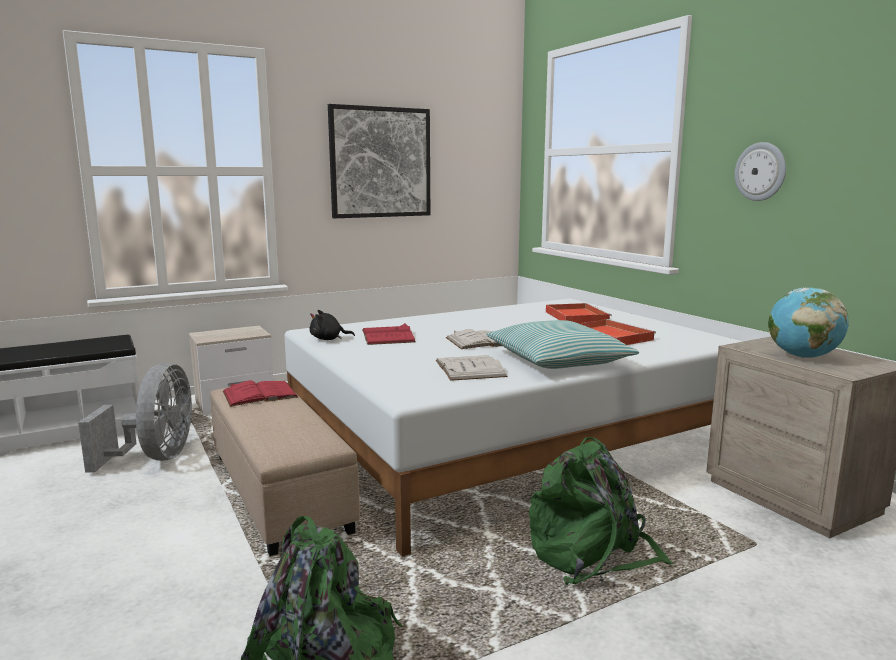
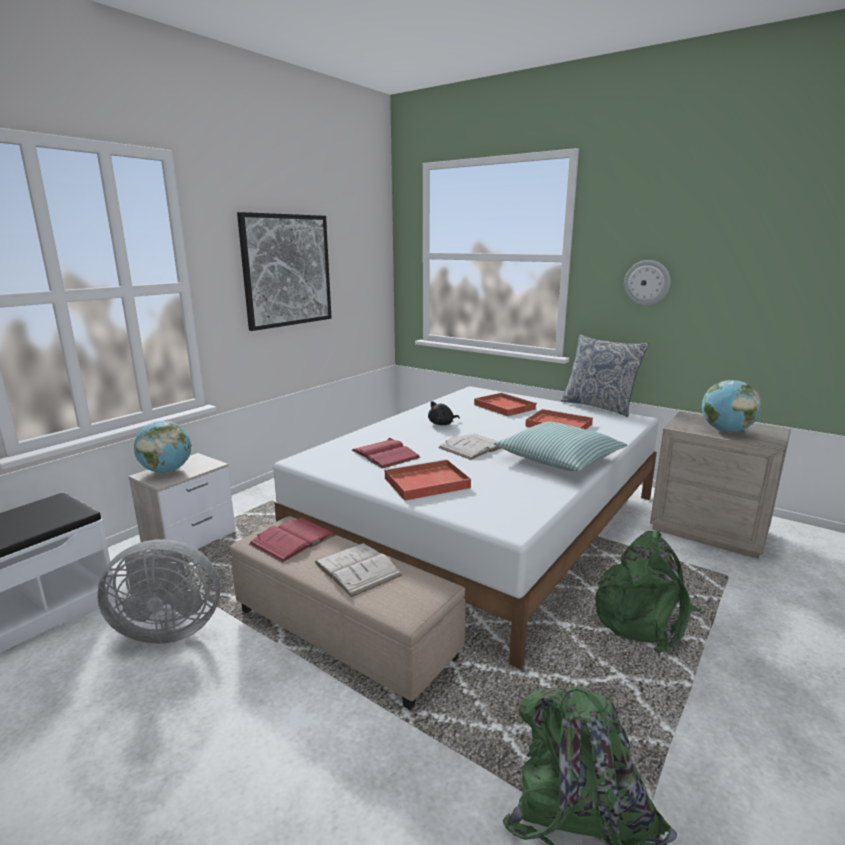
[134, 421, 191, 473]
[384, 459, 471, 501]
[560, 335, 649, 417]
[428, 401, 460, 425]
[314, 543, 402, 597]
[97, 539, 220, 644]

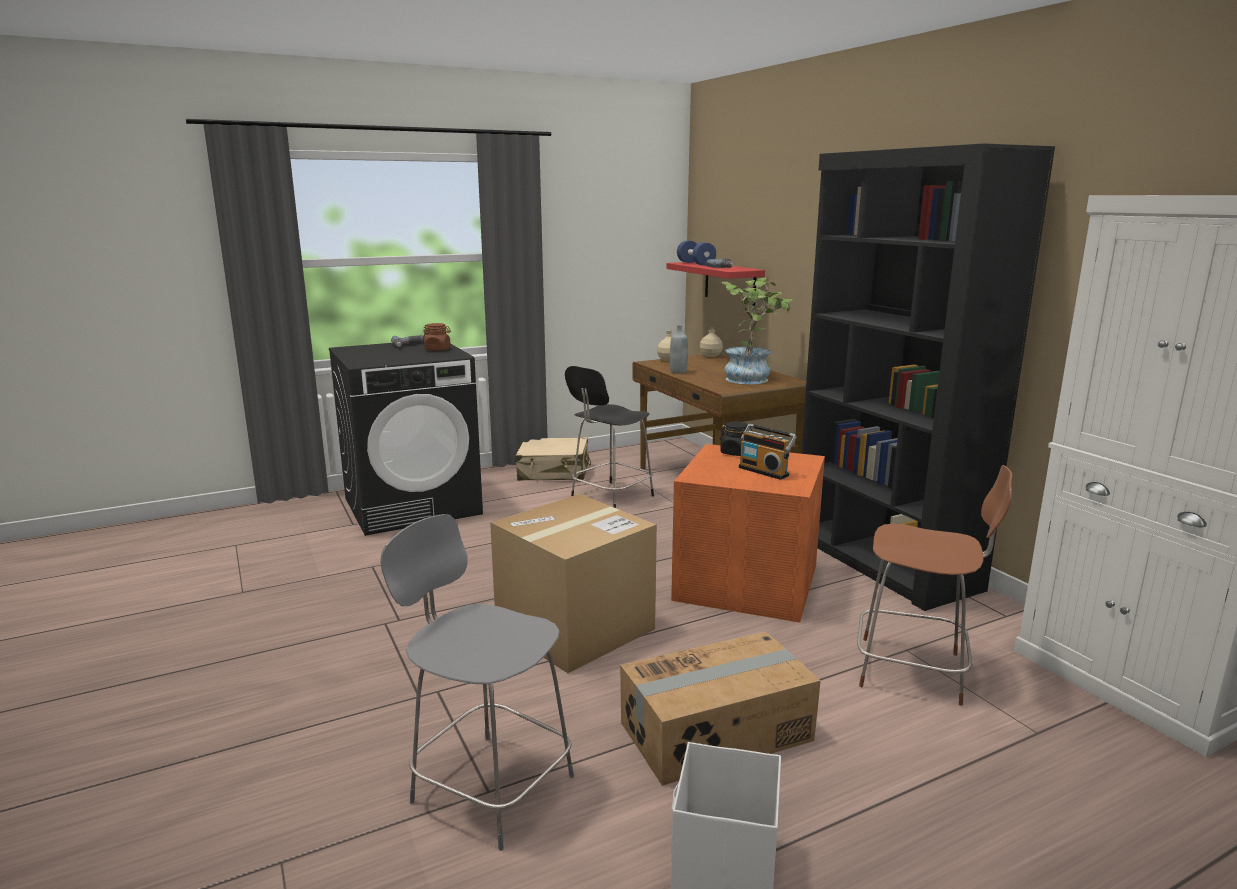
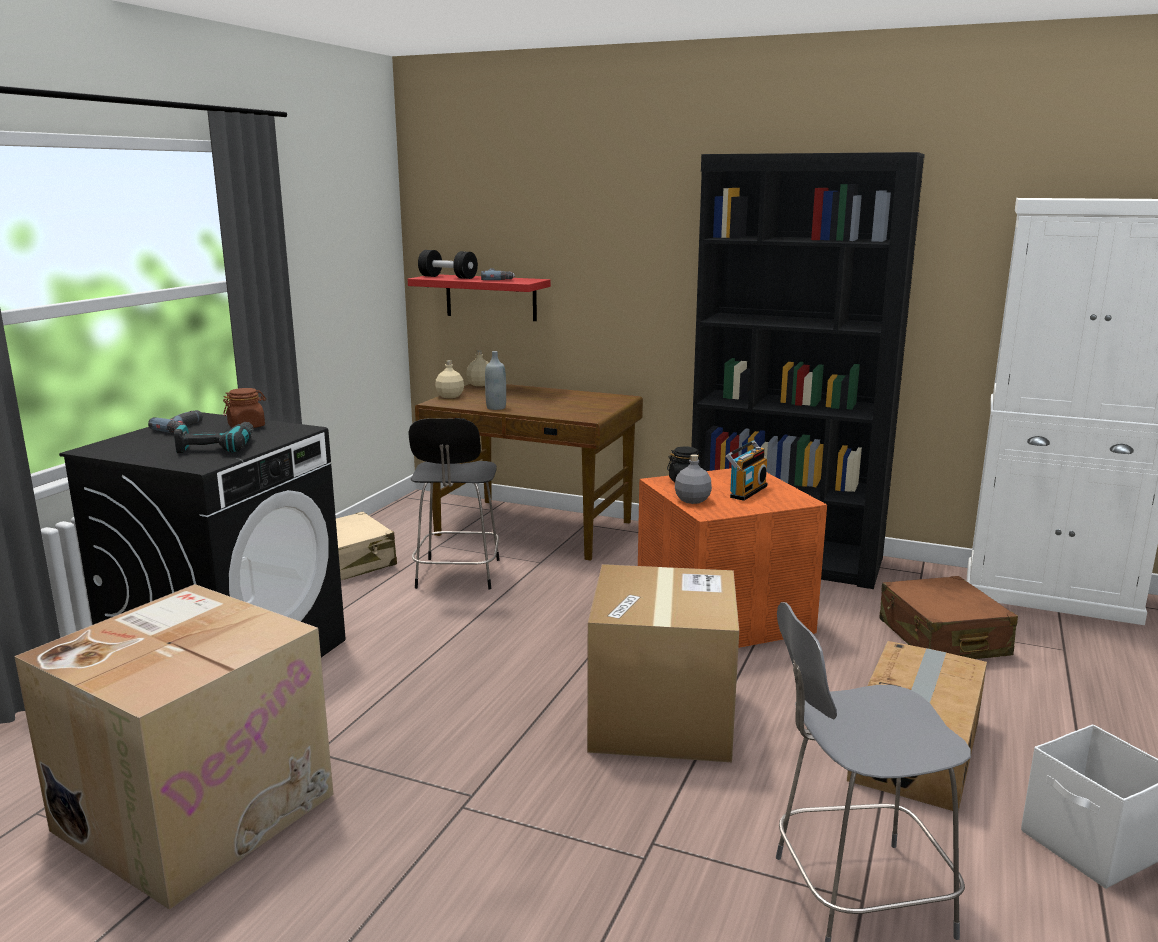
[721, 277, 793, 384] (first image)
[14, 584, 334, 910]
[174, 422, 254, 453]
[675, 454, 712, 504]
[879, 576, 1018, 659]
[418, 250, 478, 279]
[726, 440, 767, 501]

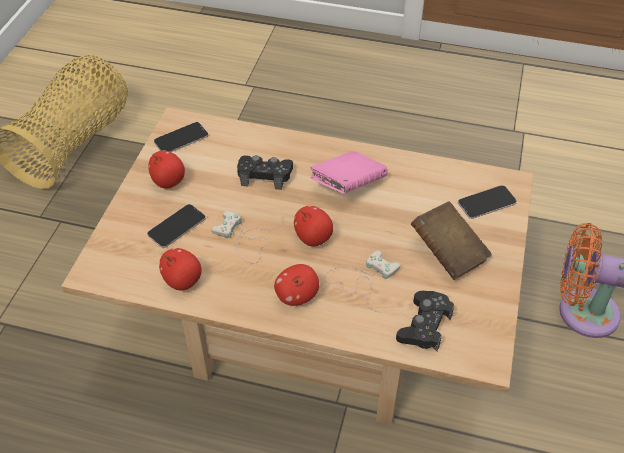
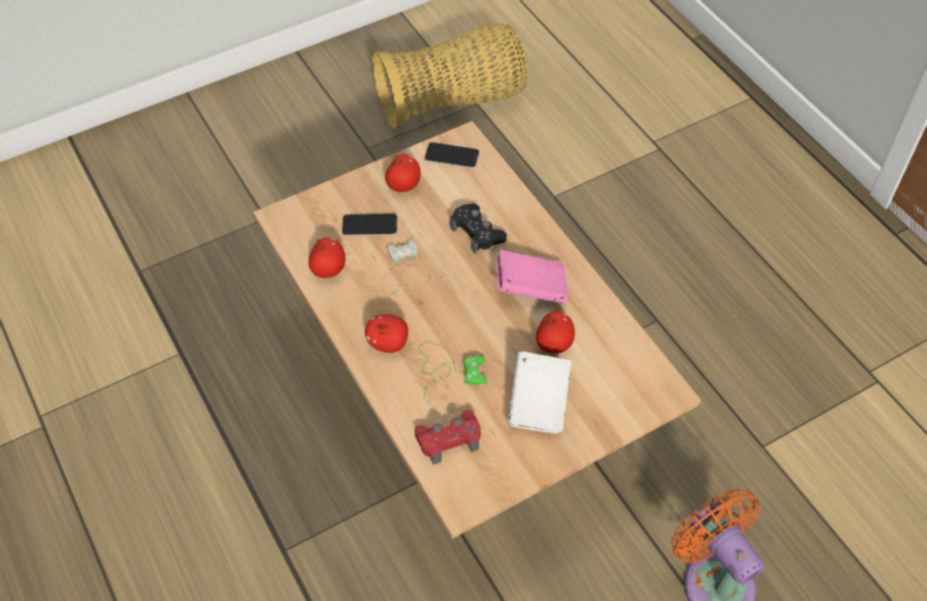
[458, 185, 517, 219] (first image)
[536, 311, 575, 354]
[418, 343, 487, 405]
[415, 410, 481, 465]
[507, 352, 571, 434]

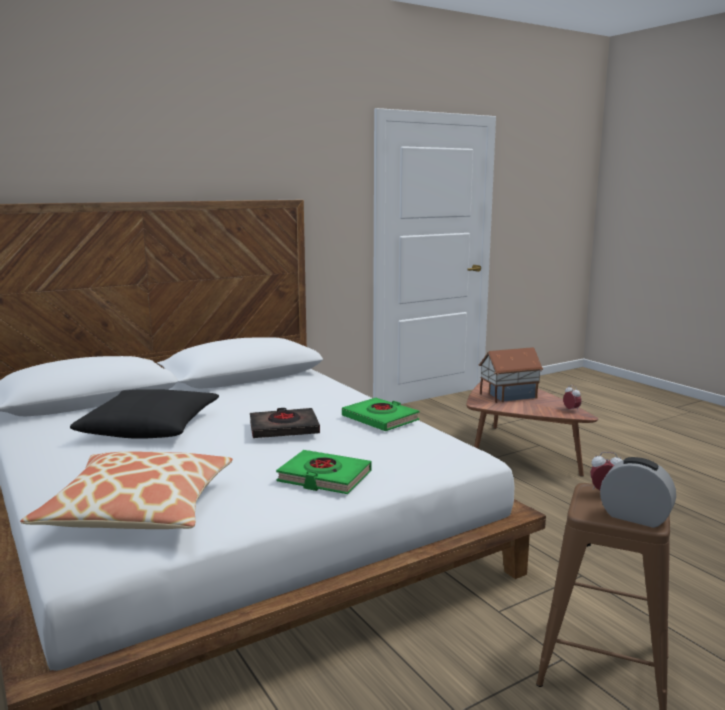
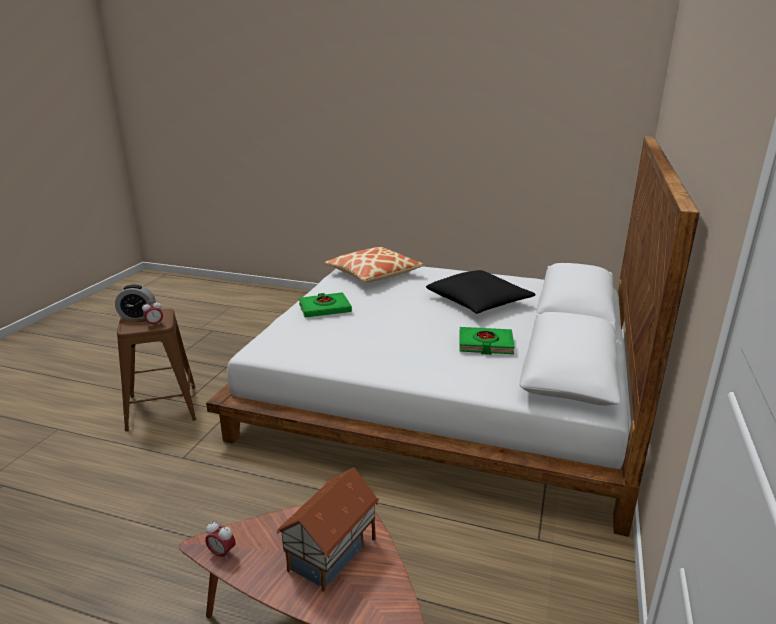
[250, 408, 320, 438] (first image)
[459, 327, 515, 355]

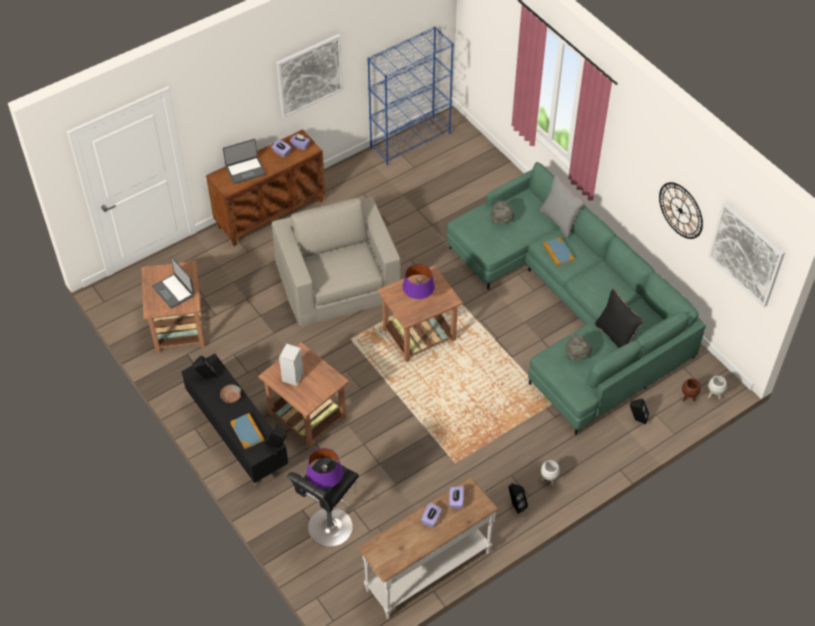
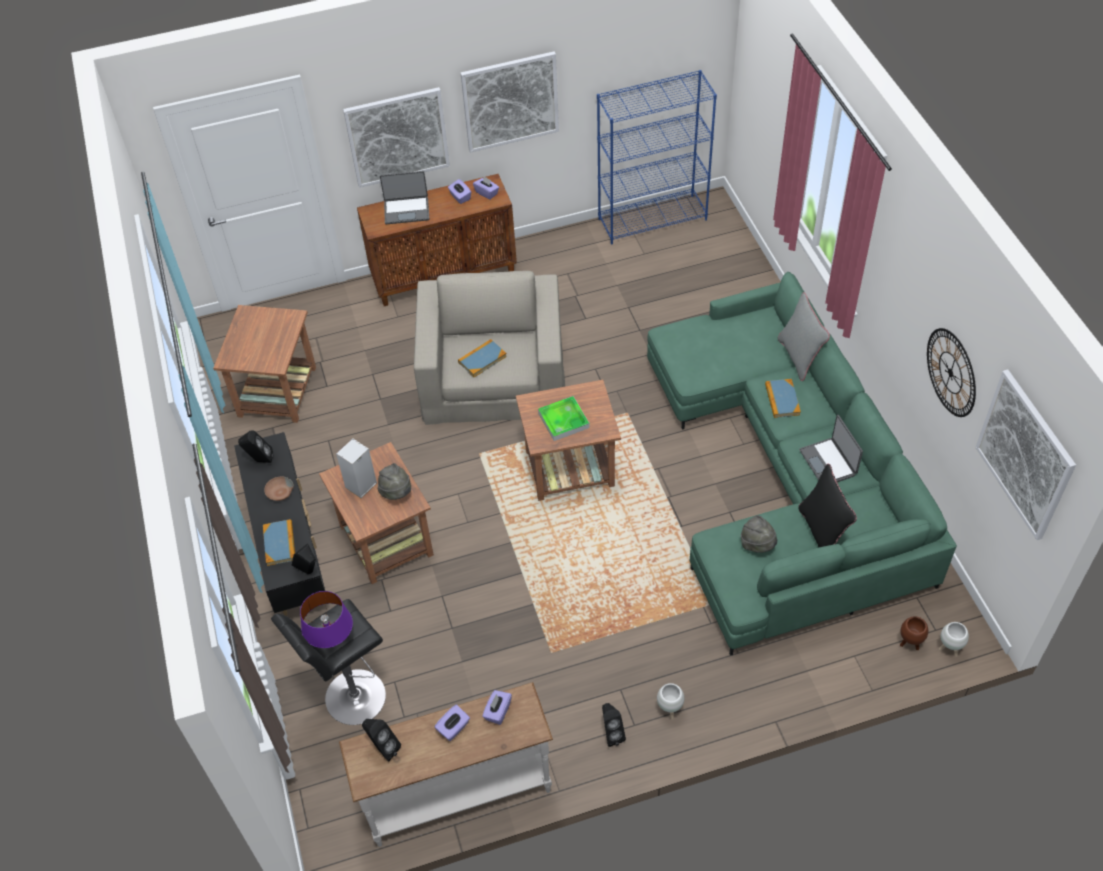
[343, 87, 450, 188]
[458, 339, 507, 377]
[799, 415, 863, 482]
[378, 463, 411, 500]
[362, 719, 401, 762]
[538, 396, 590, 441]

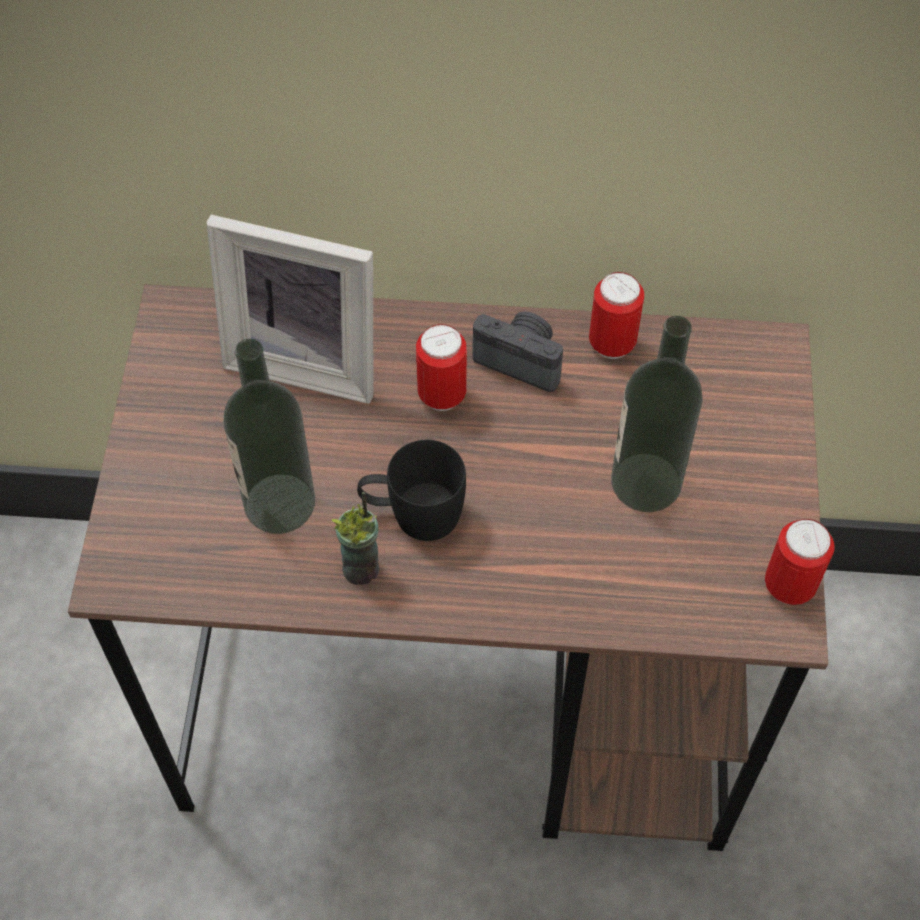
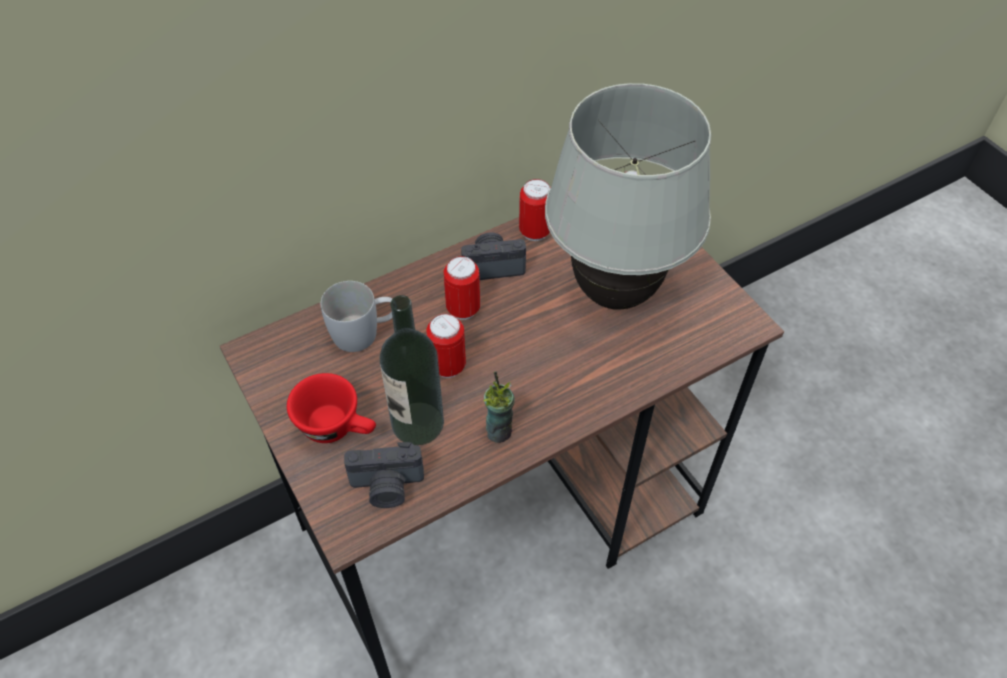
[357, 440, 466, 541] (first image)
[287, 373, 376, 443]
[344, 442, 424, 508]
[426, 314, 466, 378]
[321, 281, 393, 352]
[545, 83, 711, 310]

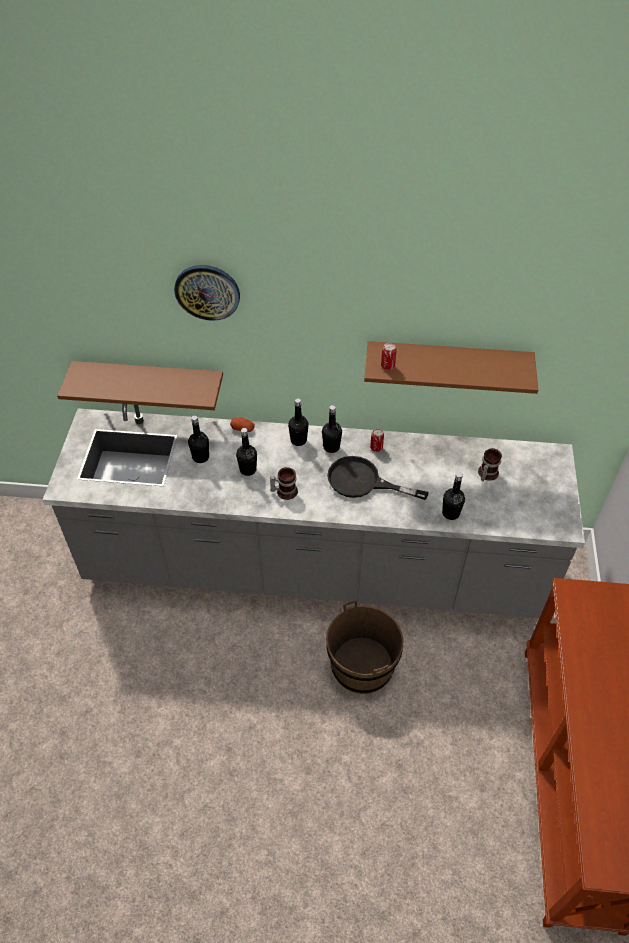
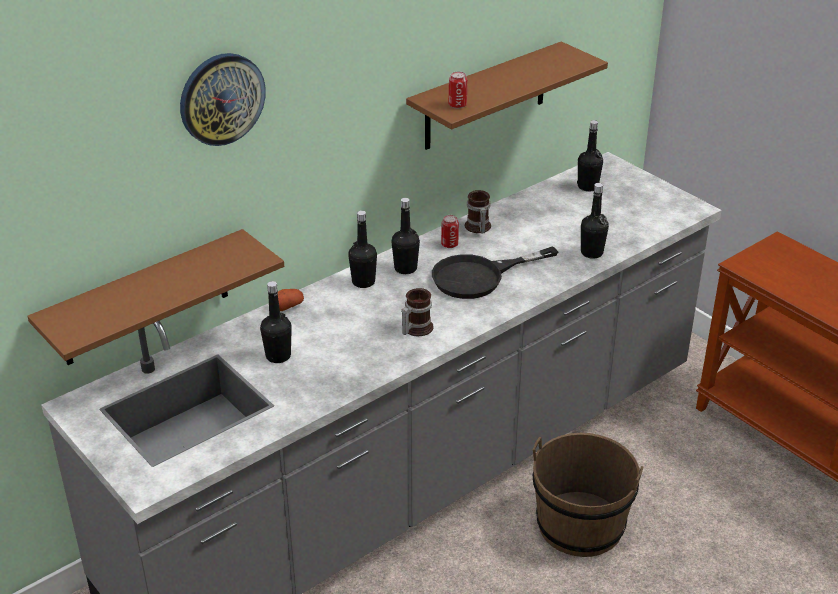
[577, 120, 603, 192]
[465, 190, 491, 233]

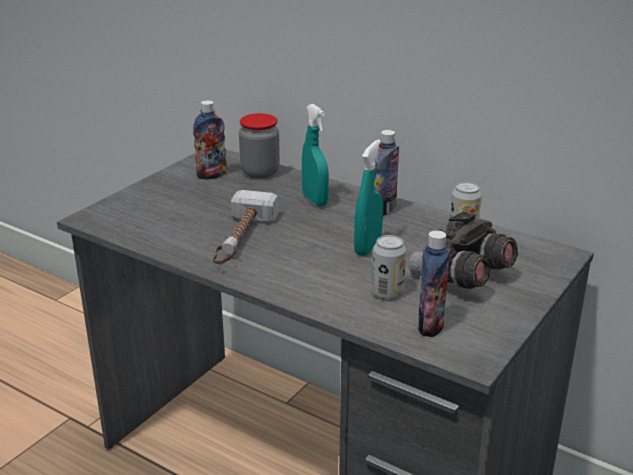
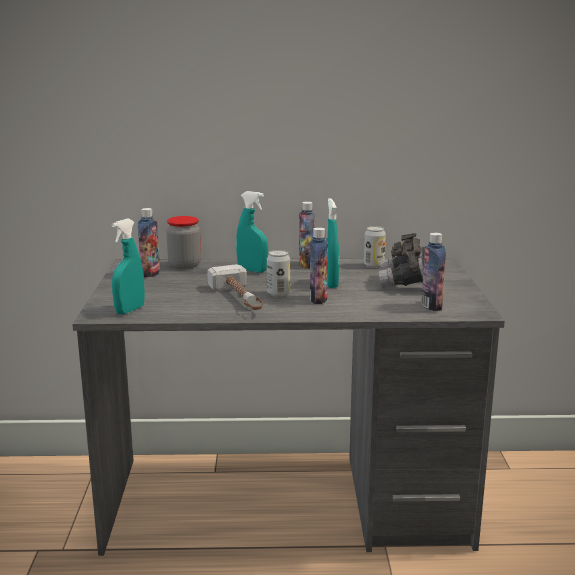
[112, 219, 145, 315]
[310, 227, 328, 304]
[267, 250, 290, 297]

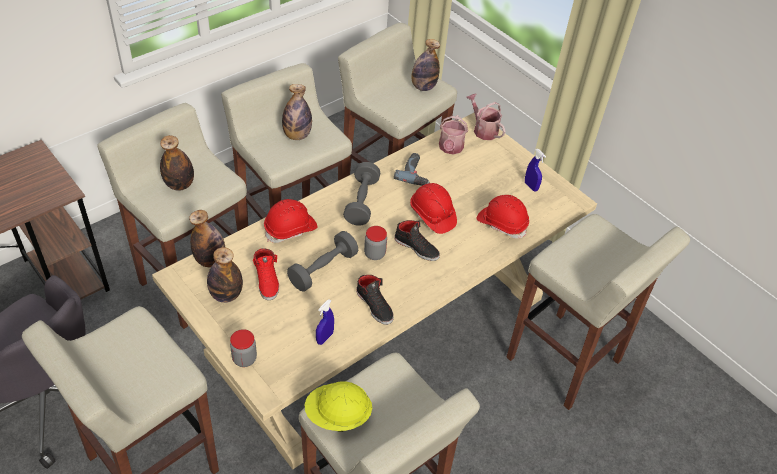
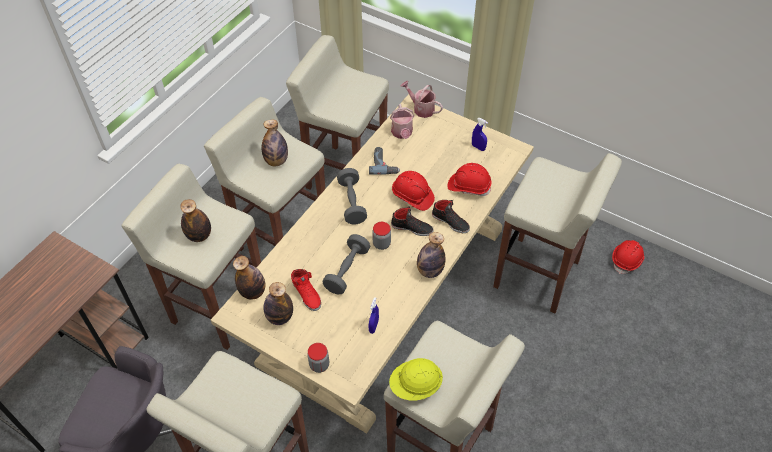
[612, 240, 644, 274]
[432, 200, 470, 233]
[417, 232, 445, 278]

